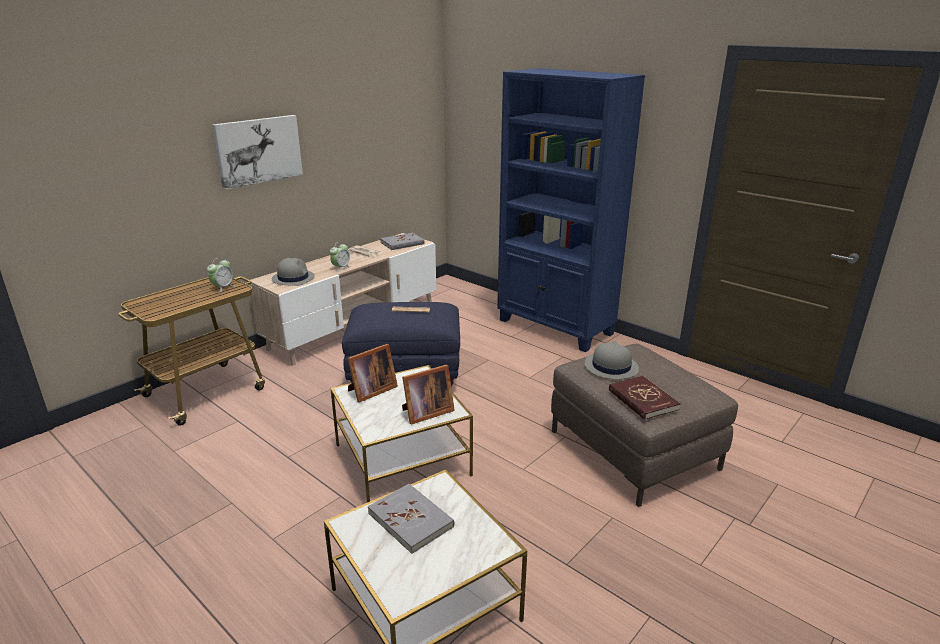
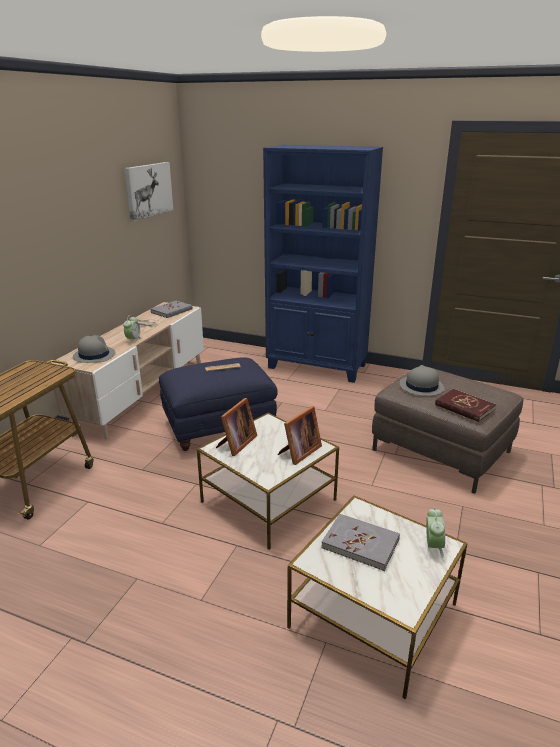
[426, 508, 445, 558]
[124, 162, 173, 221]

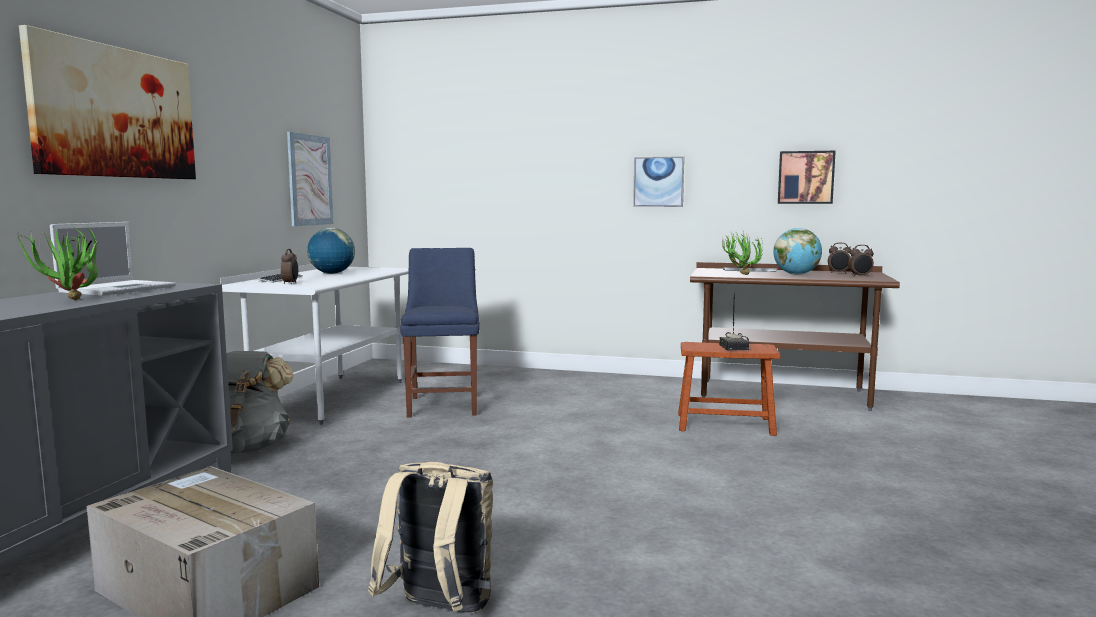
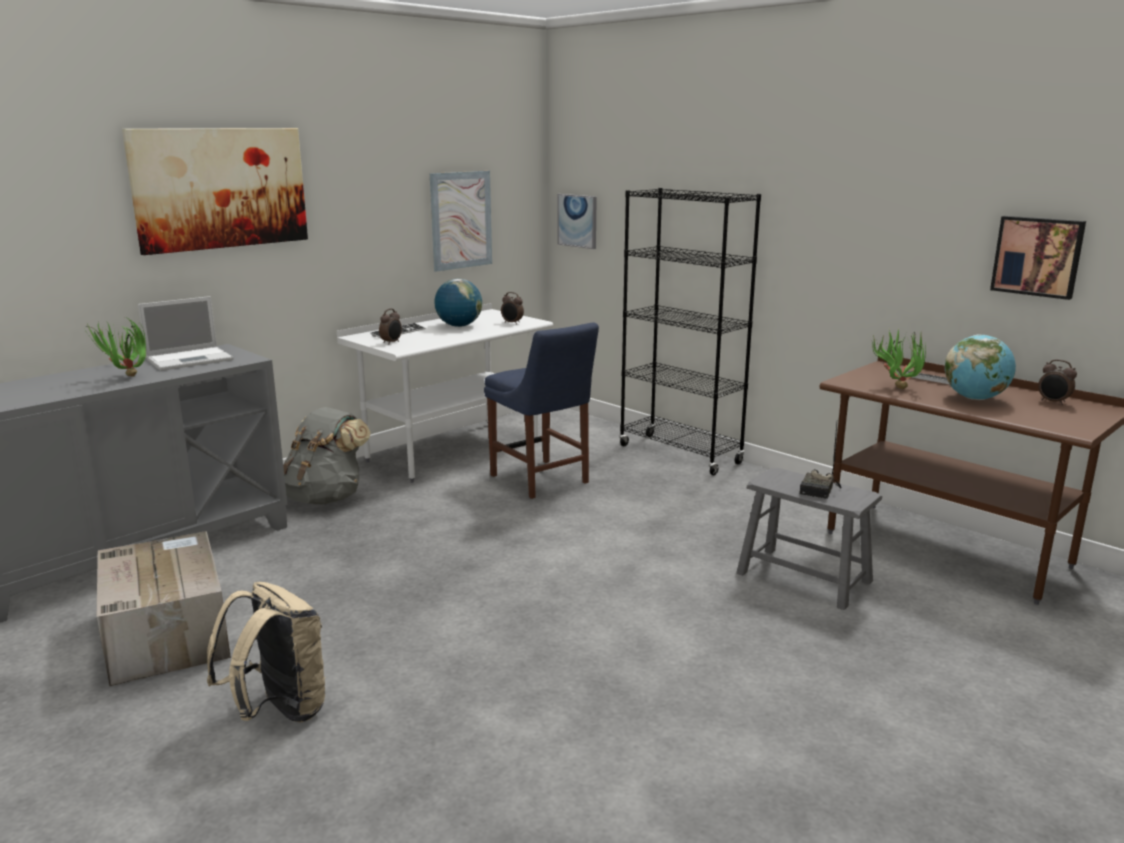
[619, 188, 761, 475]
[557, 194, 597, 249]
[501, 292, 524, 324]
[736, 468, 882, 610]
[484, 322, 599, 499]

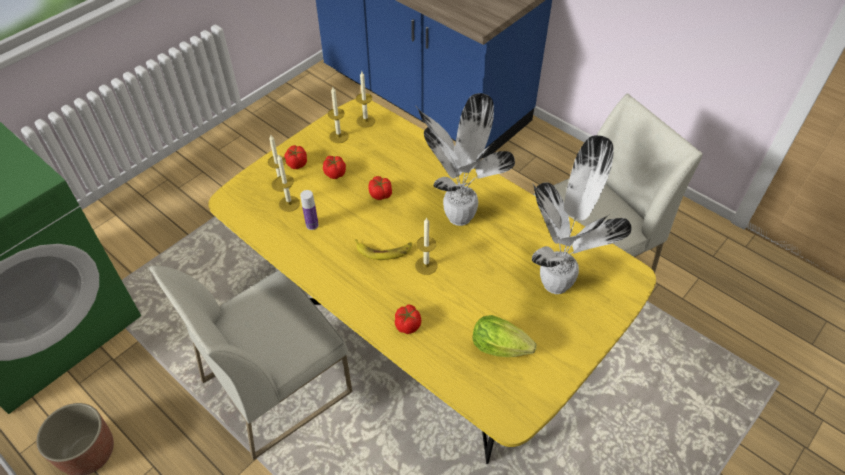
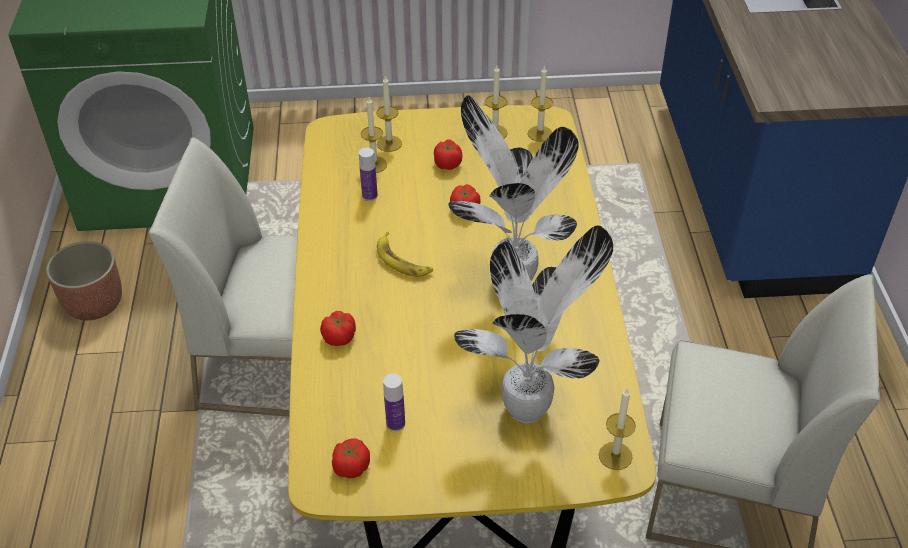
[332, 438, 370, 478]
[599, 388, 636, 470]
[383, 374, 405, 431]

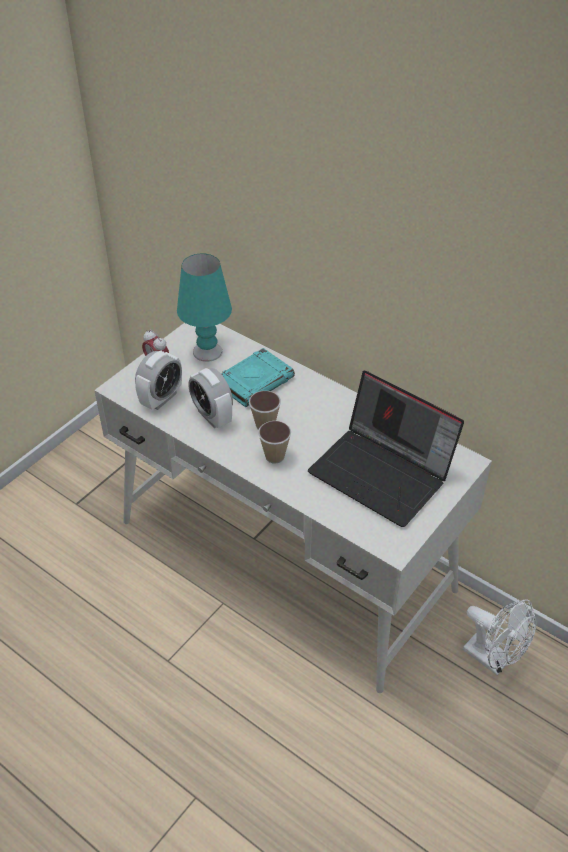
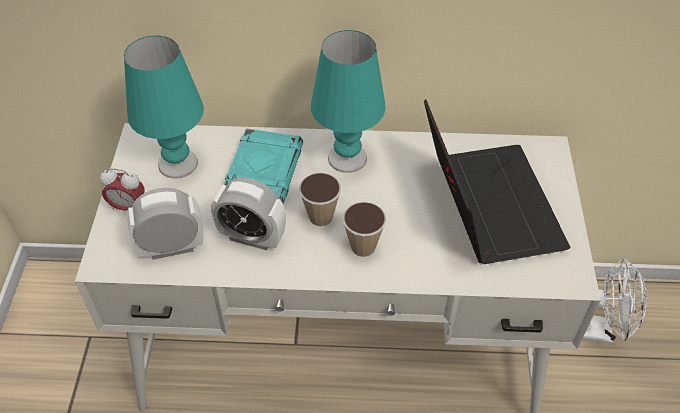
[311, 30, 386, 173]
[127, 188, 204, 260]
[424, 99, 570, 264]

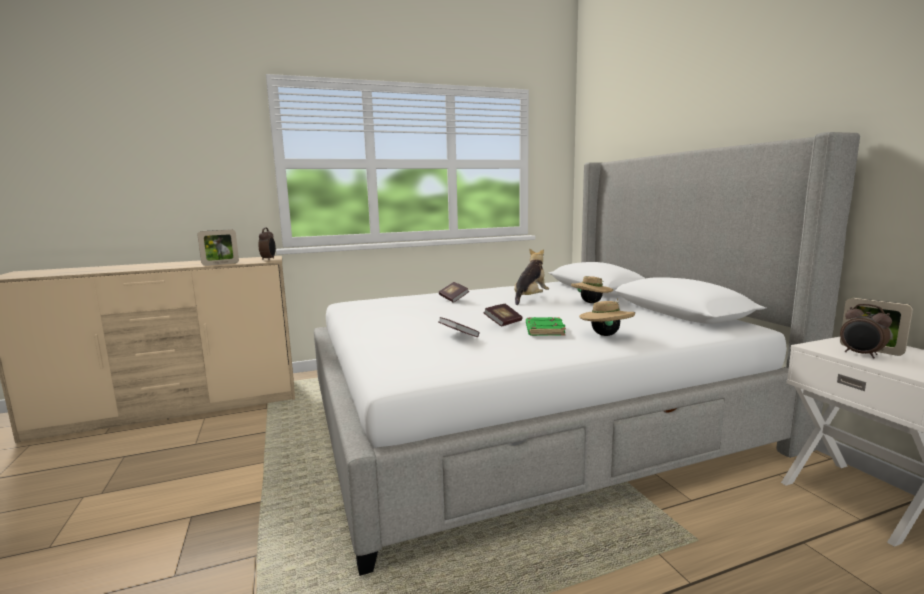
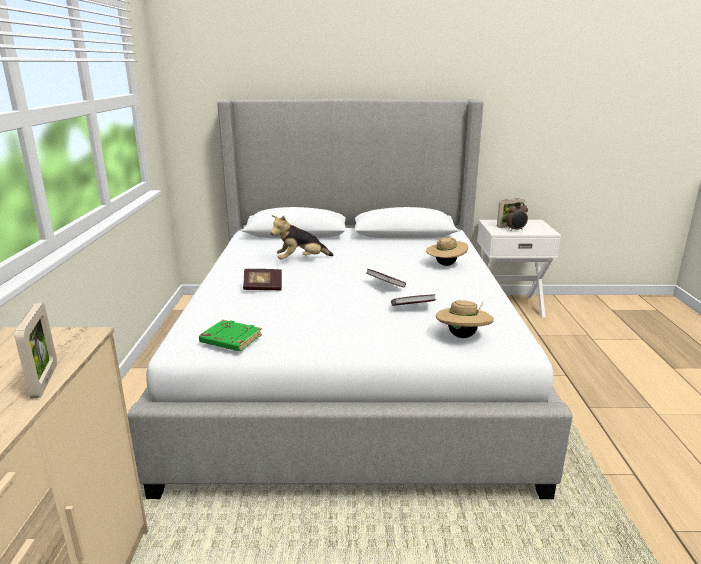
[259, 227, 276, 260] (first image)
[199, 320, 262, 351]
[436, 300, 494, 338]
[270, 215, 334, 259]

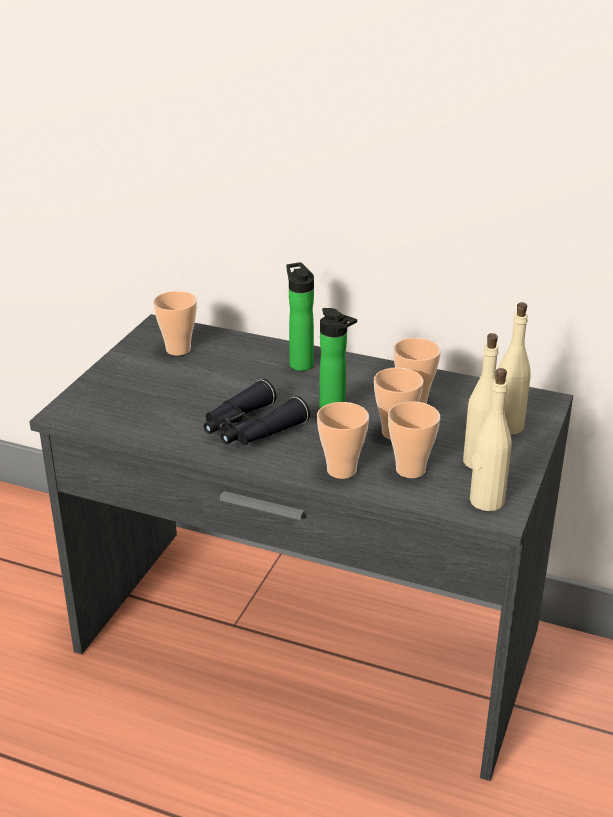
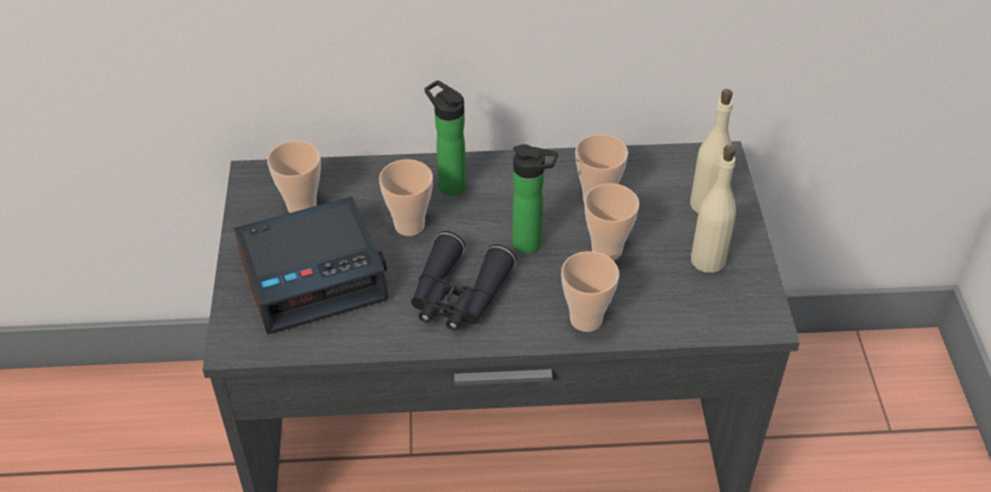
[470, 368, 512, 511] (first image)
[234, 197, 389, 334]
[379, 159, 433, 236]

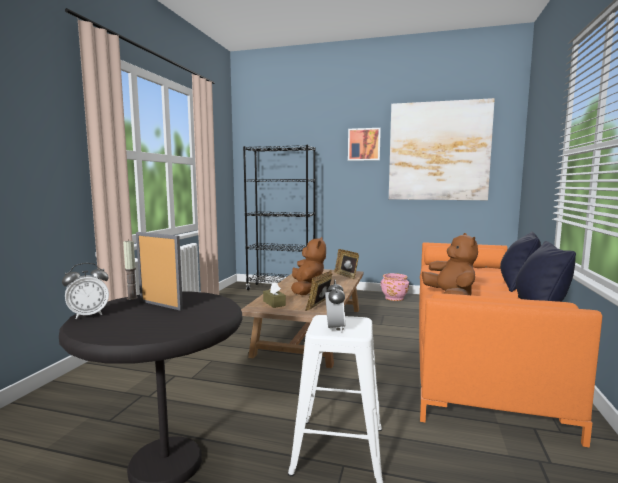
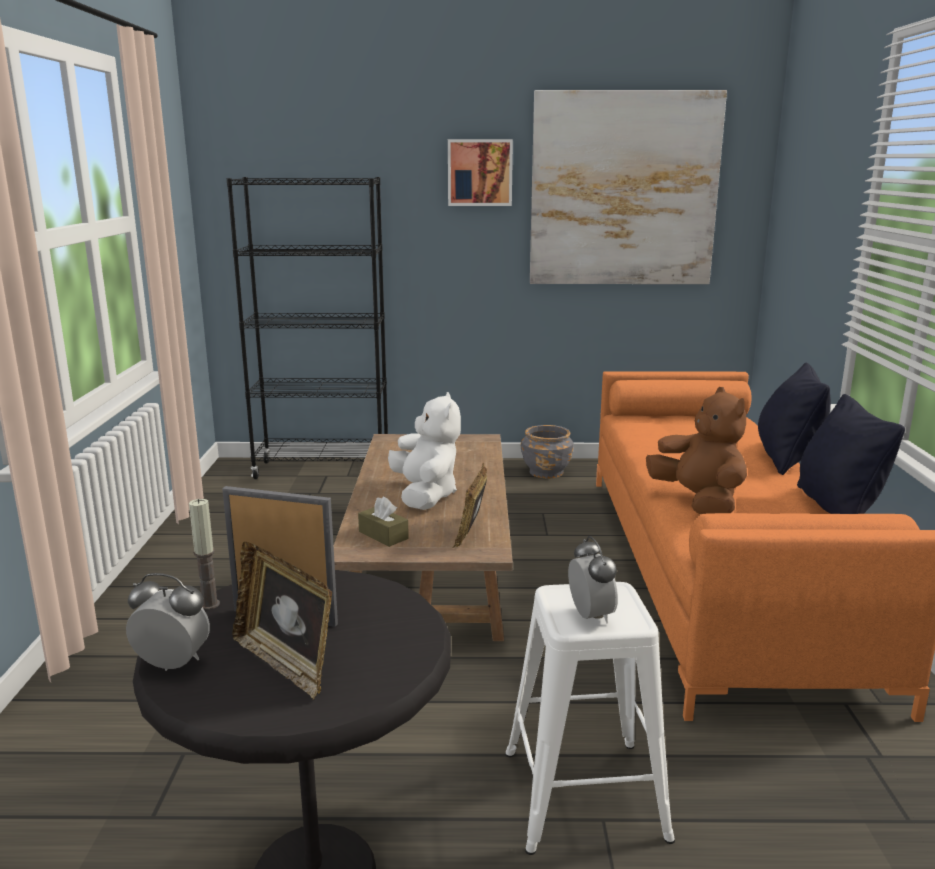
[233, 542, 332, 700]
[388, 392, 461, 510]
[520, 425, 573, 479]
[126, 573, 210, 671]

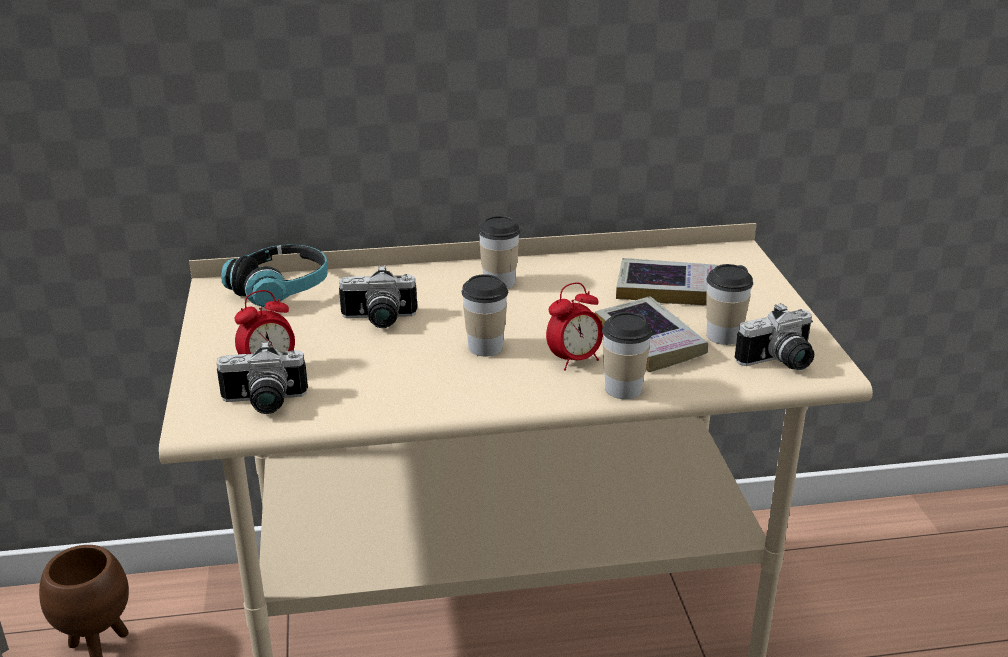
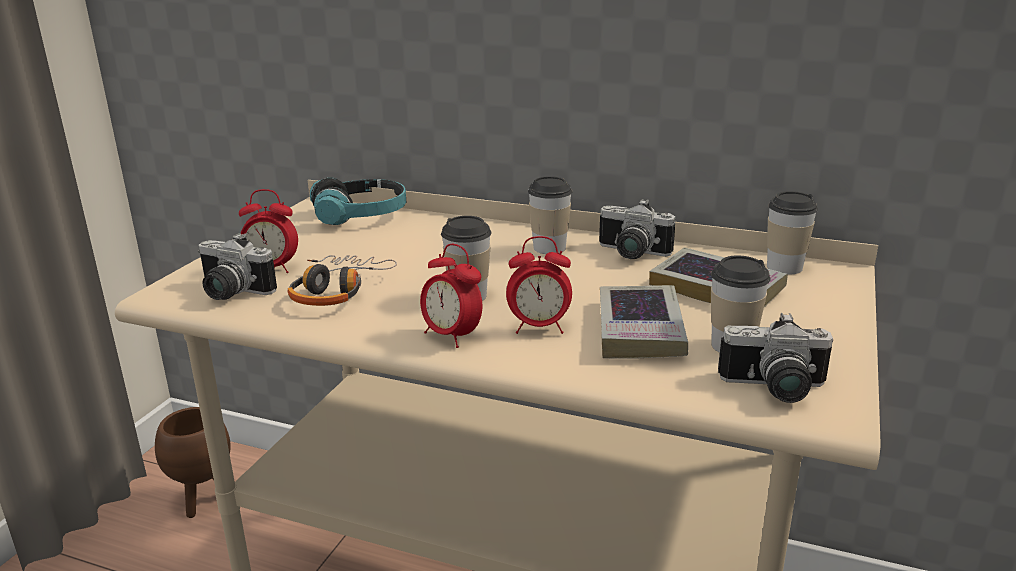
[288, 255, 397, 306]
[420, 244, 482, 348]
[599, 199, 676, 259]
[767, 191, 818, 275]

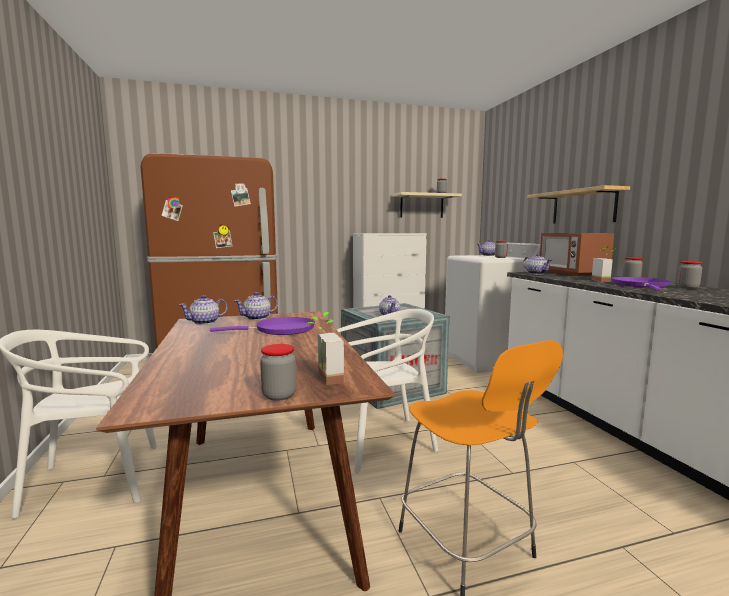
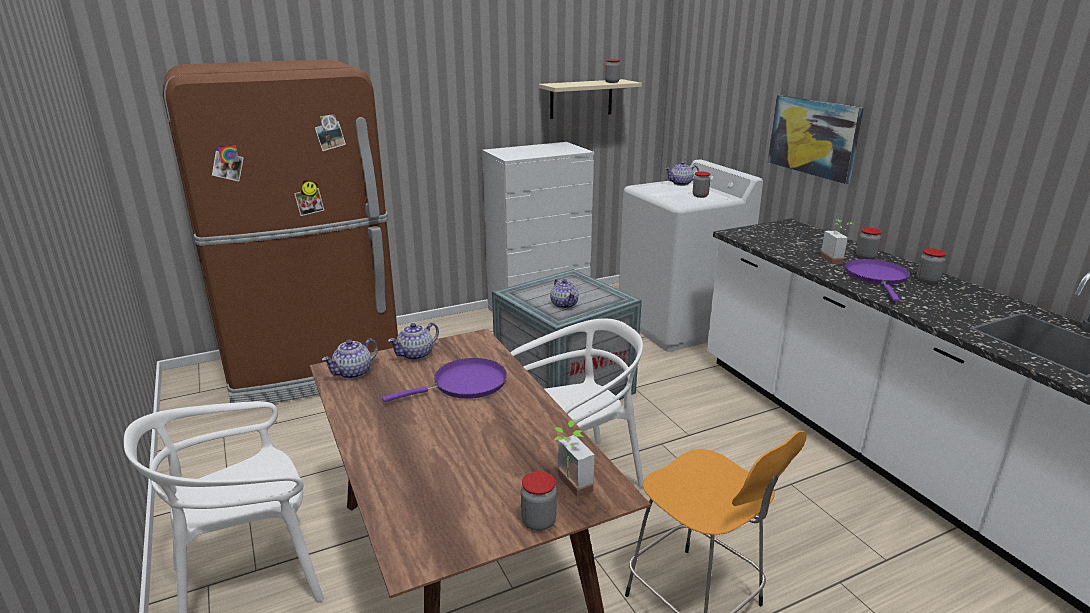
[523, 254, 552, 275] (first image)
[540, 233, 614, 276] (first image)
[768, 95, 864, 184]

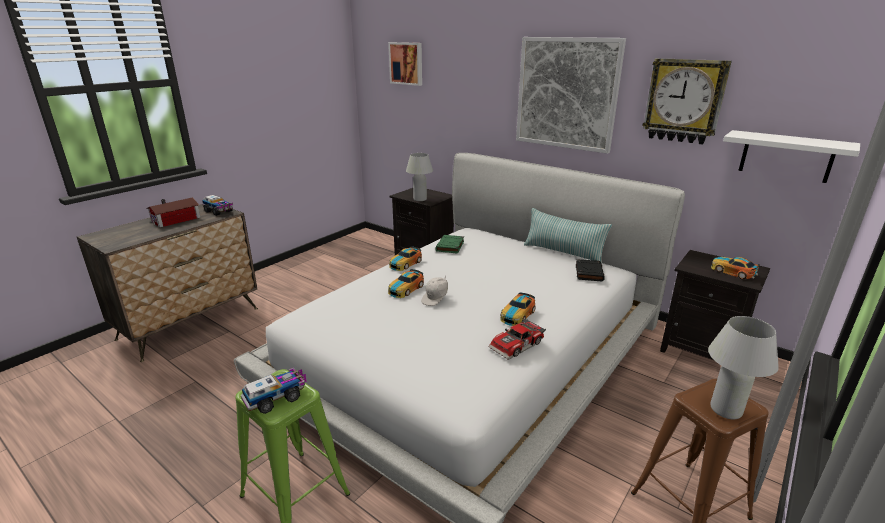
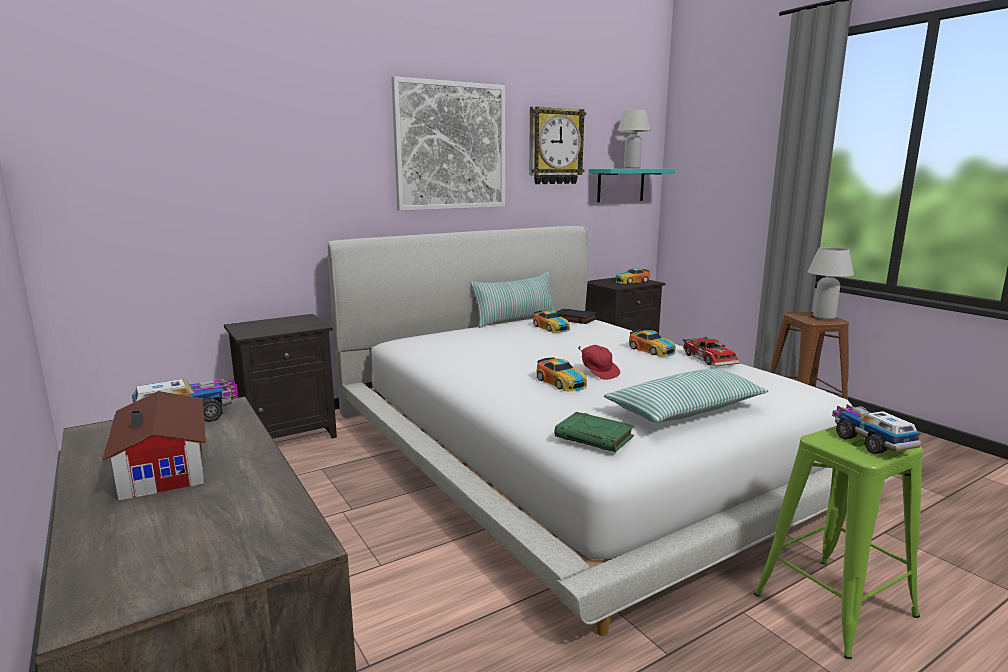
[388, 42, 422, 86] (first image)
[604, 369, 769, 422]
[533, 310, 570, 333]
[617, 110, 651, 169]
[554, 412, 634, 452]
[578, 345, 620, 380]
[589, 169, 675, 202]

